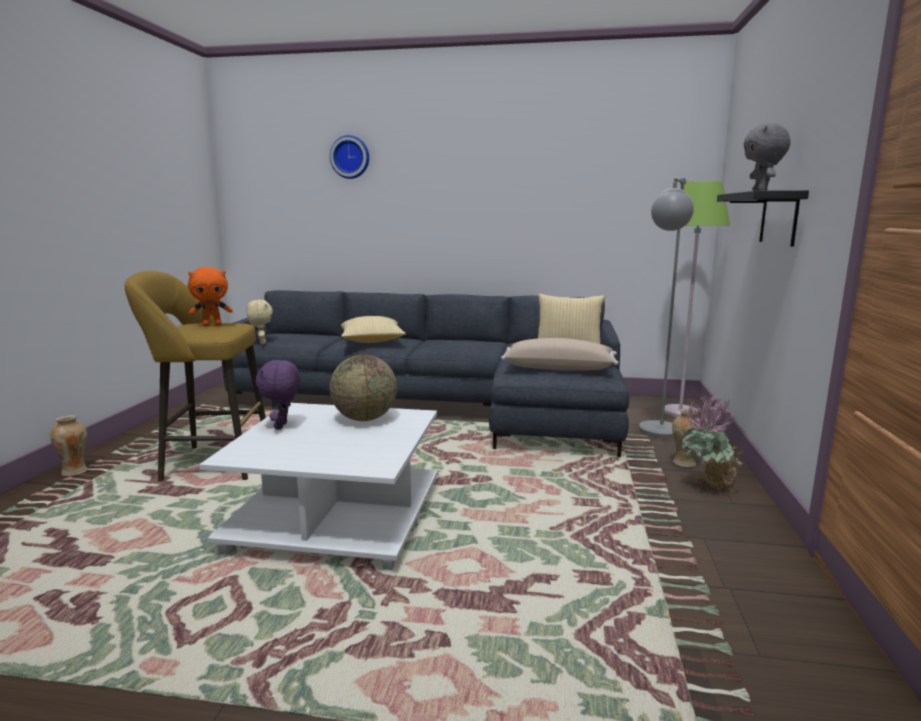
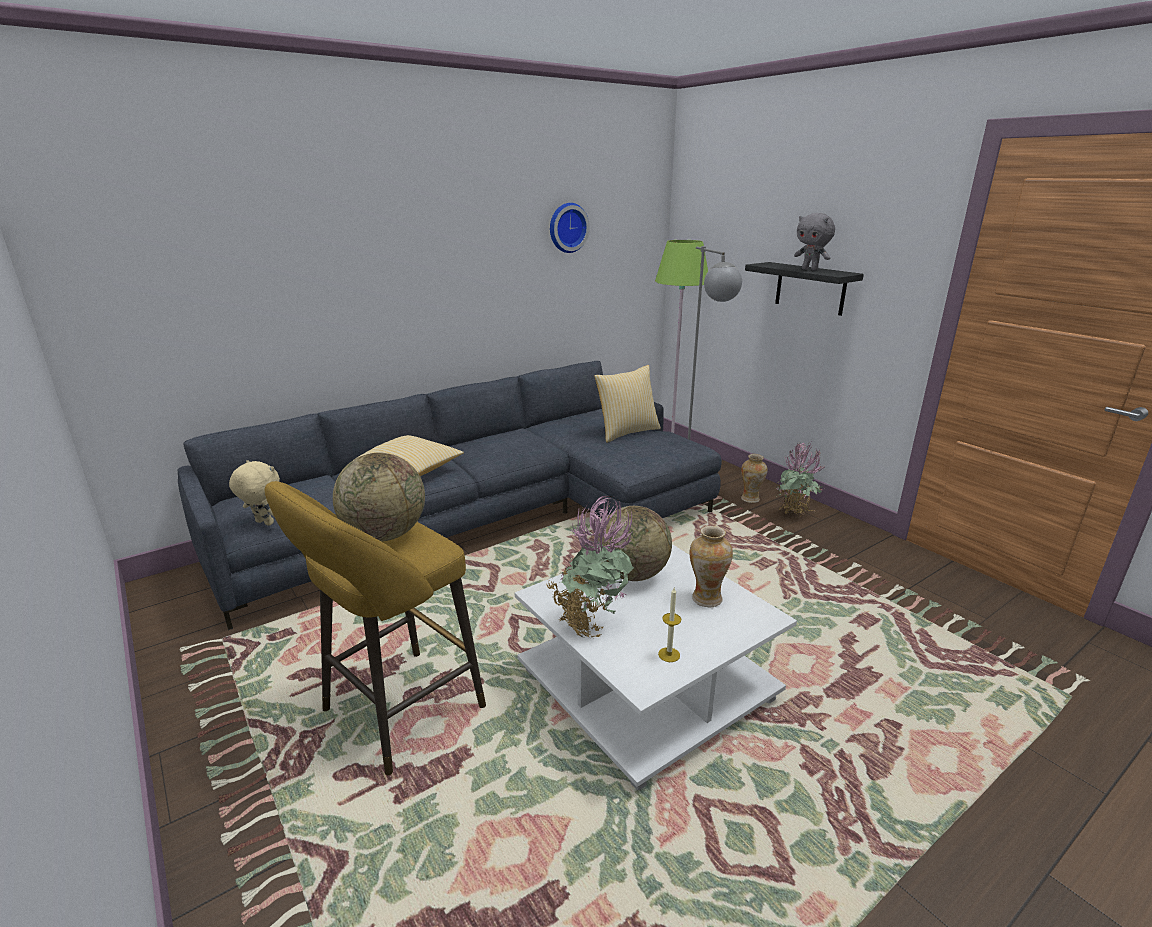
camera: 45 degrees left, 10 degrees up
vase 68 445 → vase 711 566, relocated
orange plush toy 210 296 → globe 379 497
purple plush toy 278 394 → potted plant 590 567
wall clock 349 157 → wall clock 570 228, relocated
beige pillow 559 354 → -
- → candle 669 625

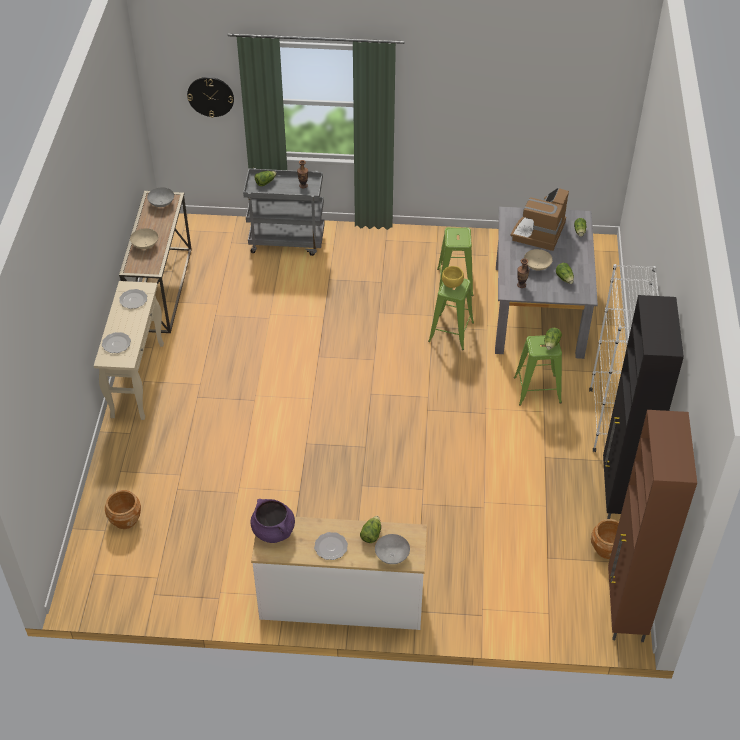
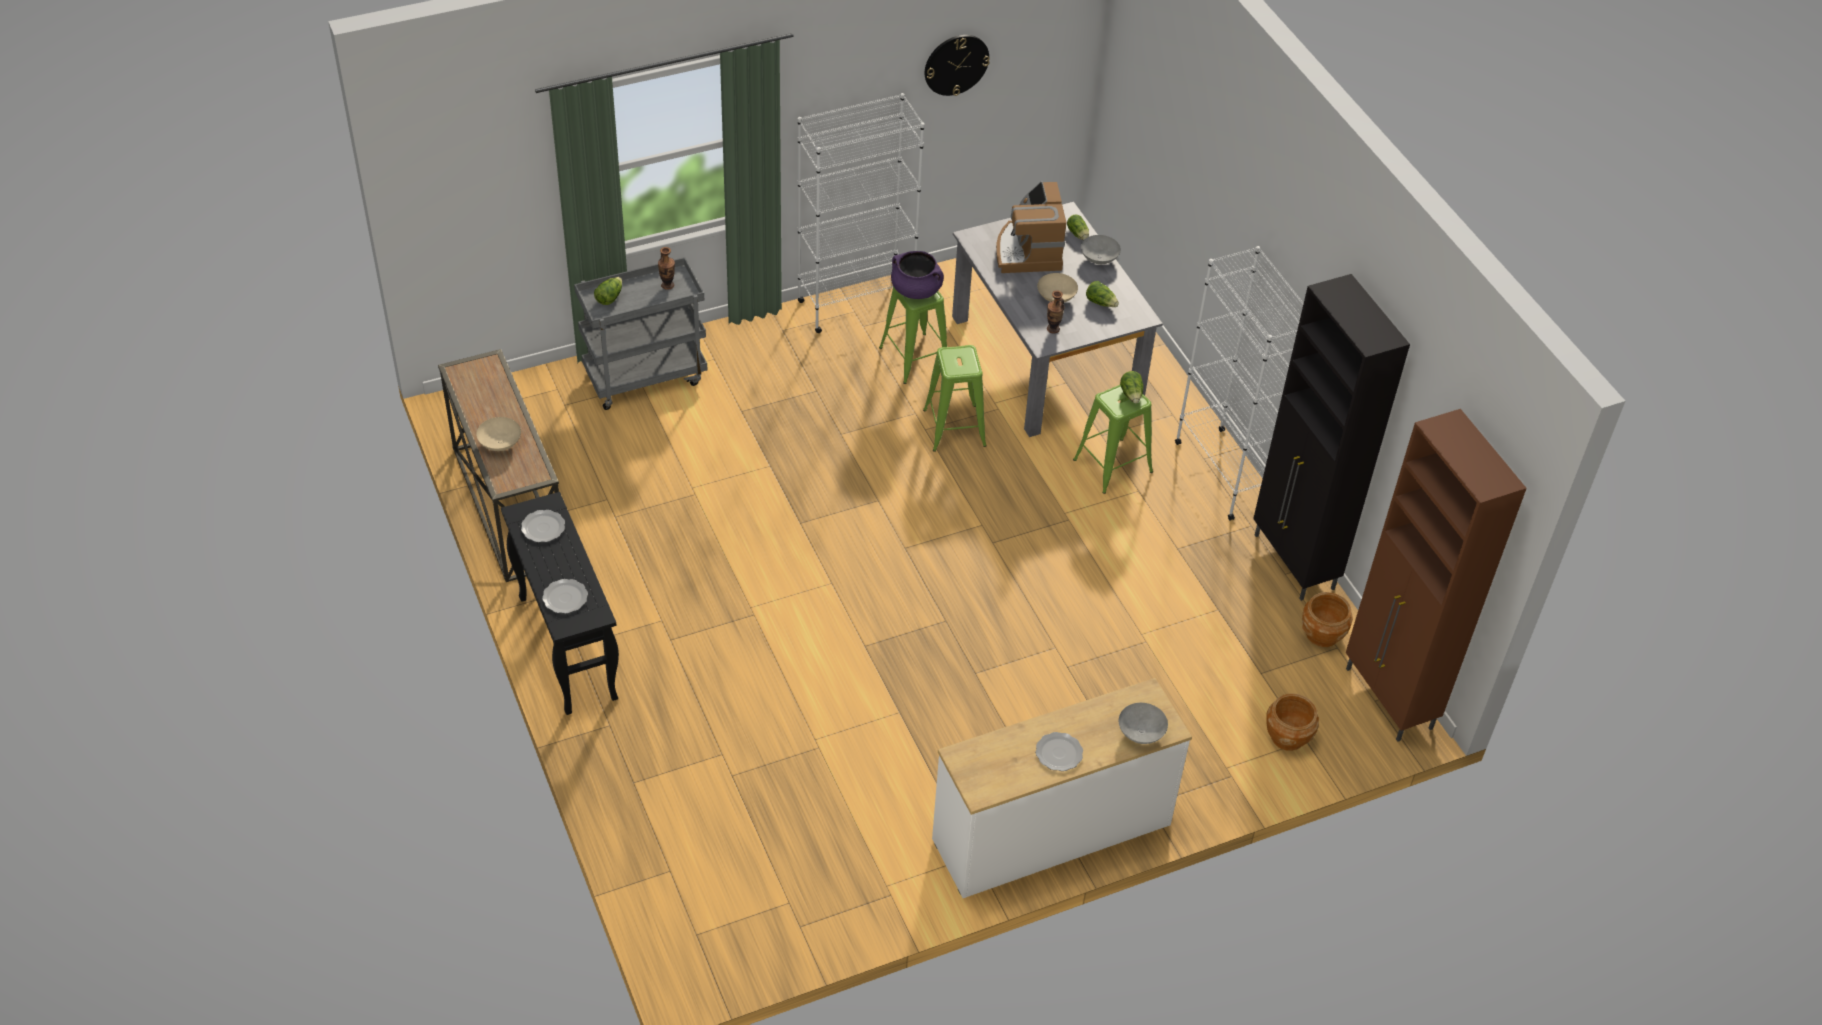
camera: 30 degrees left, 0 degrees up
beige console table 129 350 → black console table 560 603
brown planter 123 509 → brown planter 1292 722, relocated
grey bowl 160 197 → grey bowl 1101 249, relocated
wall clock 210 97 → wall clock 957 65, relocated
purple cooking pot 273 521 → purple cooking pot 917 275, relocated
lettuce 370 529 → -
yellow bowl 453 277 → -
- → white bookcase 861 213

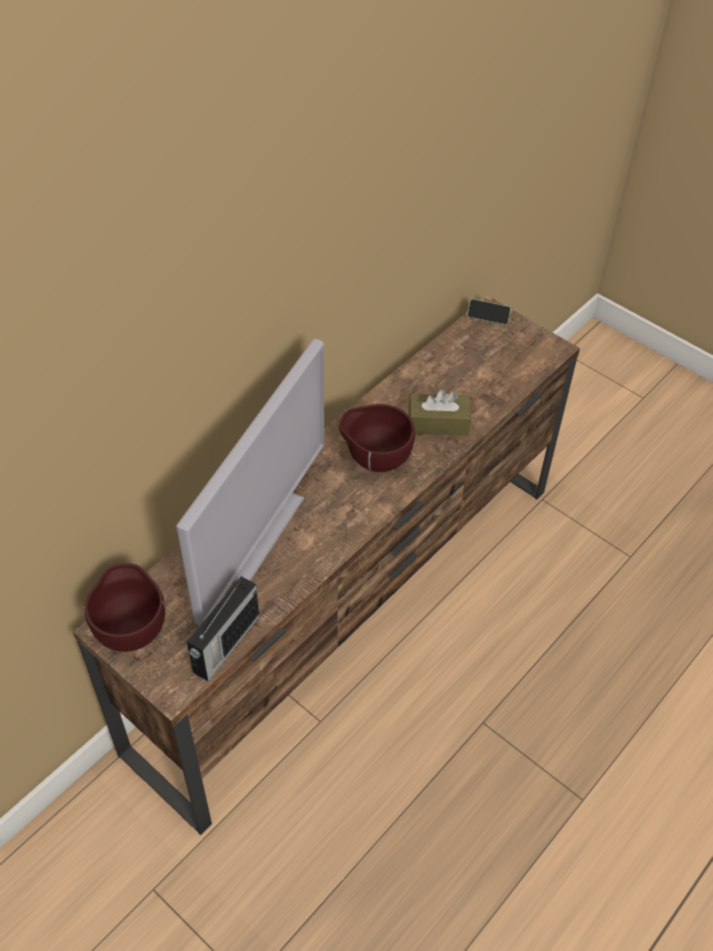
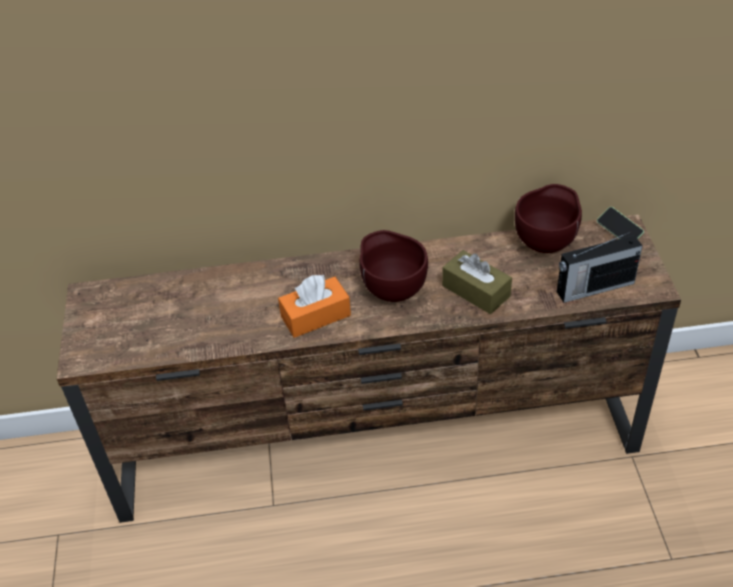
camera: 45 degrees right, 5 degrees down
brown bowl 124 607 → brown bowl 548 218, relocated
television 250 482 → -
radio 223 628 → radio 599 267, relocated
- → orange tissue box 314 306

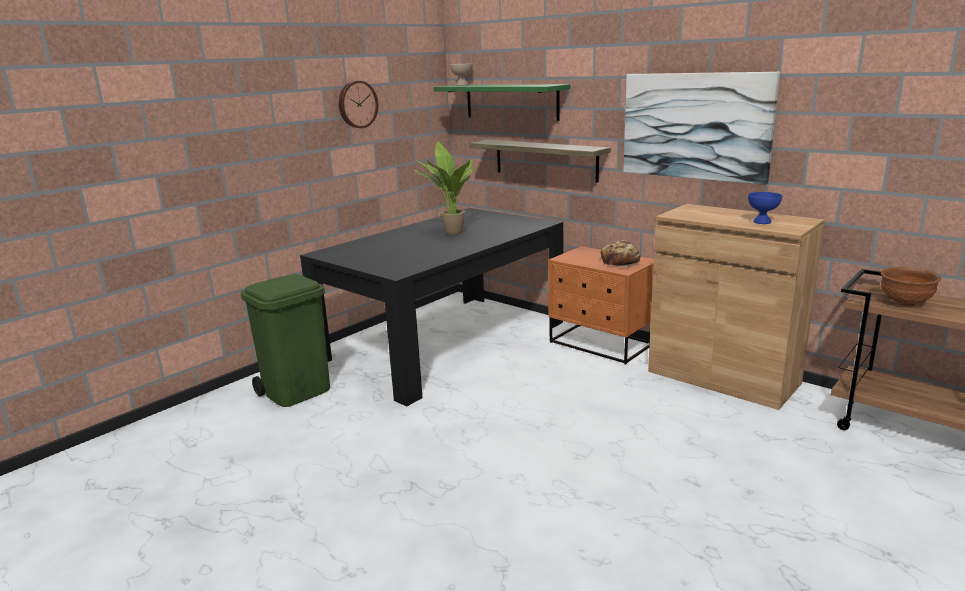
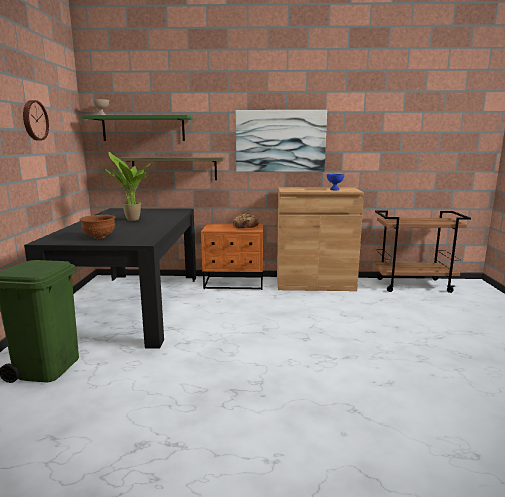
camera: 40 degrees left, 5 degrees down
brown bowl 911 286 → brown bowl 97 227, relocated

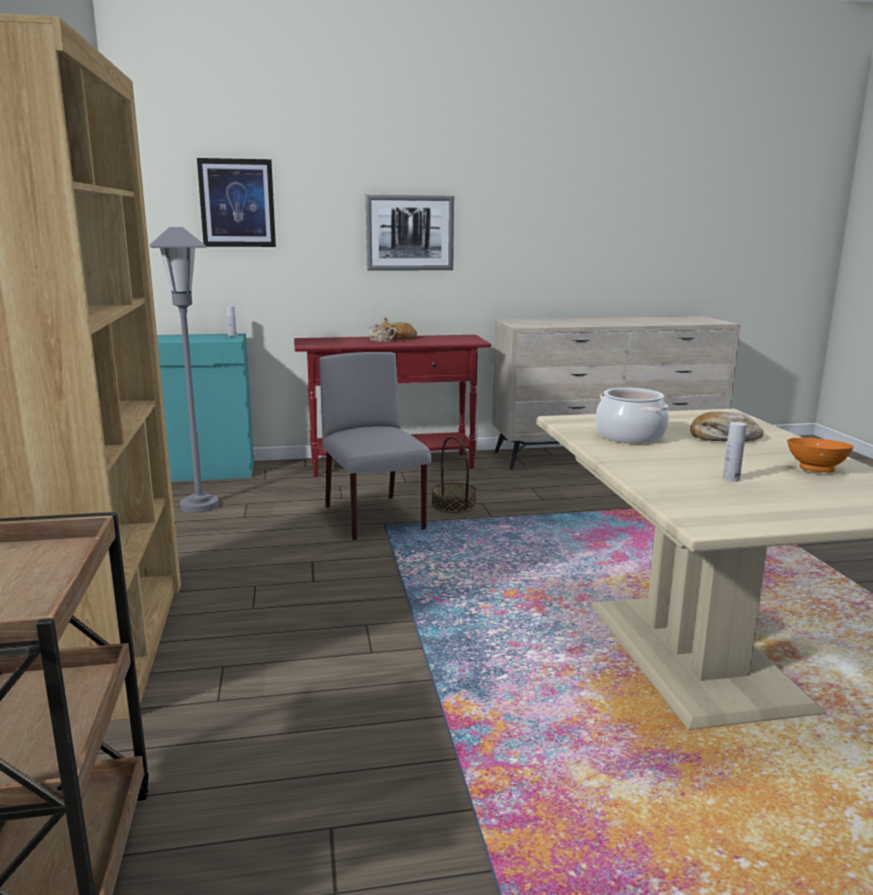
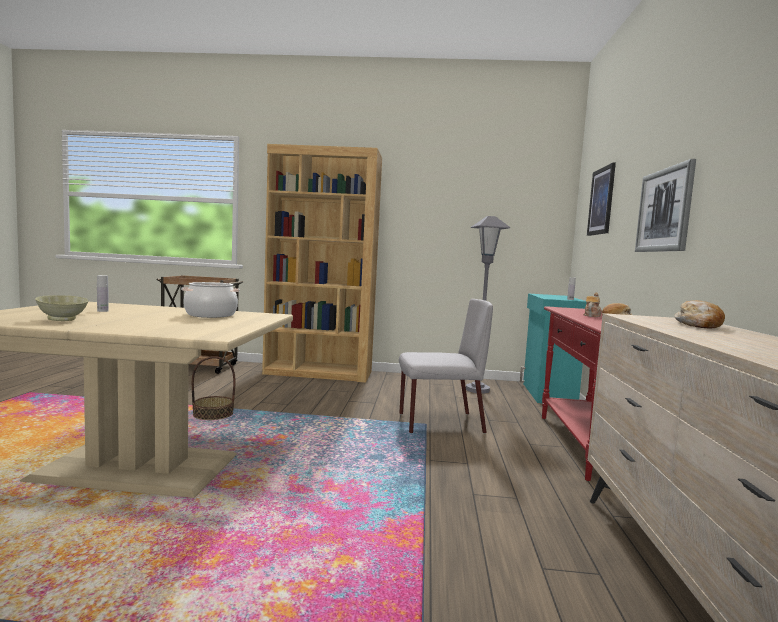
camera: 105 degrees right, 10 degrees down
basket 454 474 → basket 214 388, relocated
bread 727 427 → bread 699 314, relocated
orange bowl 820 455 → beige bowl 61 308

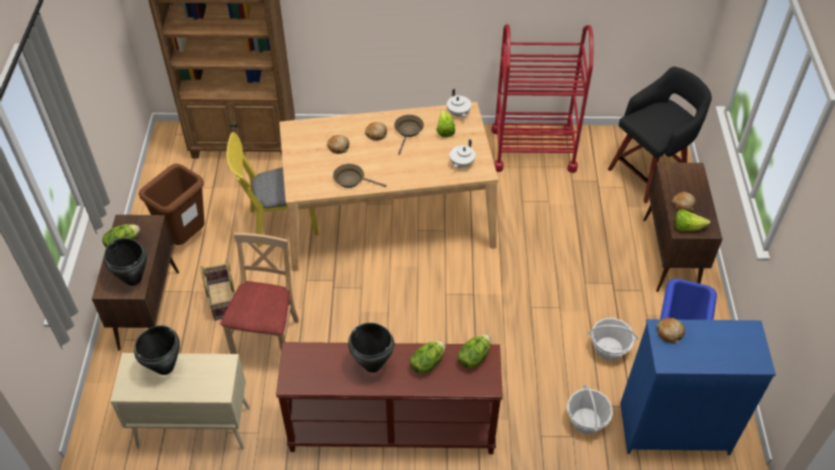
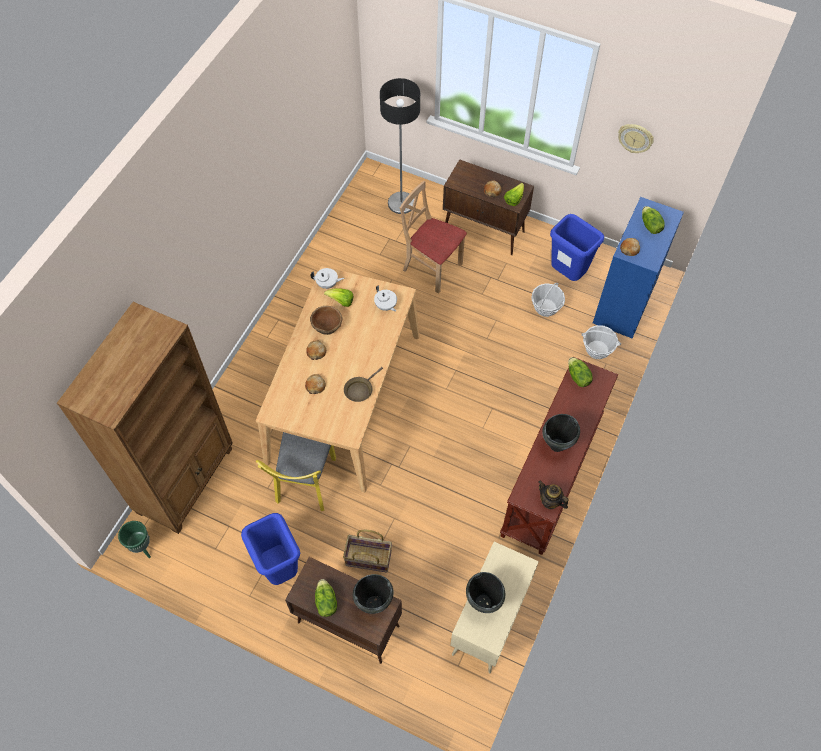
camera: 65 degrees left, 10 degrees up
brown trash can 172 204 → blue trash can 270 549
beige chair 260 293 → beige chair 433 237, relocated
brown frying pan 409 135 → brown bowl 326 320
lettuce 427 357 → lettuce 653 220, relocated
red cart 542 98 → -
black stool 660 135 → floor lamp 400 146
- → green planter 134 539
- → teapot 553 495
- → wall clock 636 138

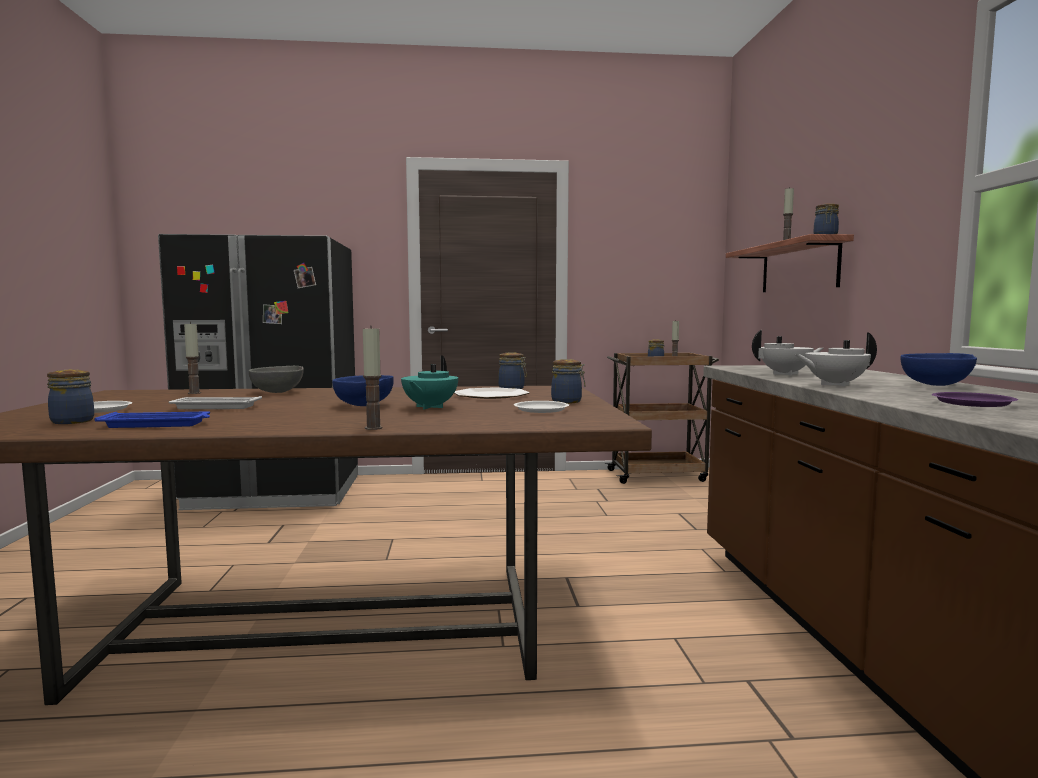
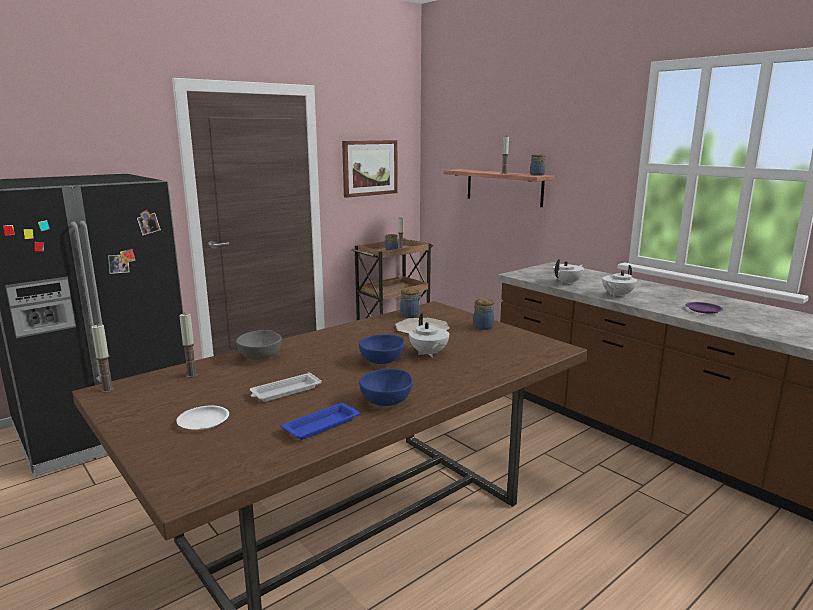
camera: 35 degrees left, 10 degrees up
jar 70 396 → -
candle 372 379 → candle 102 358, relocated
turquoise teapot 429 383 → white teapot 429 335
white plate 541 407 → -
blue bowl 939 369 → blue bowl 386 387, relocated
- → picture 370 169

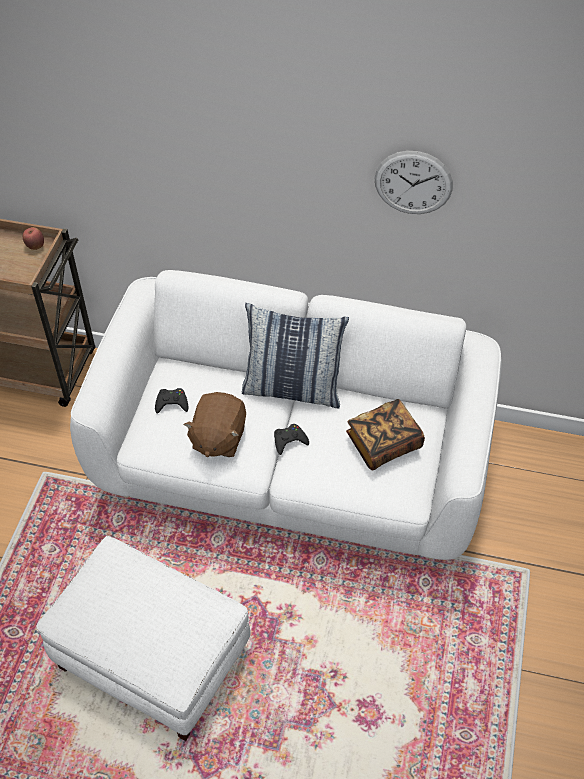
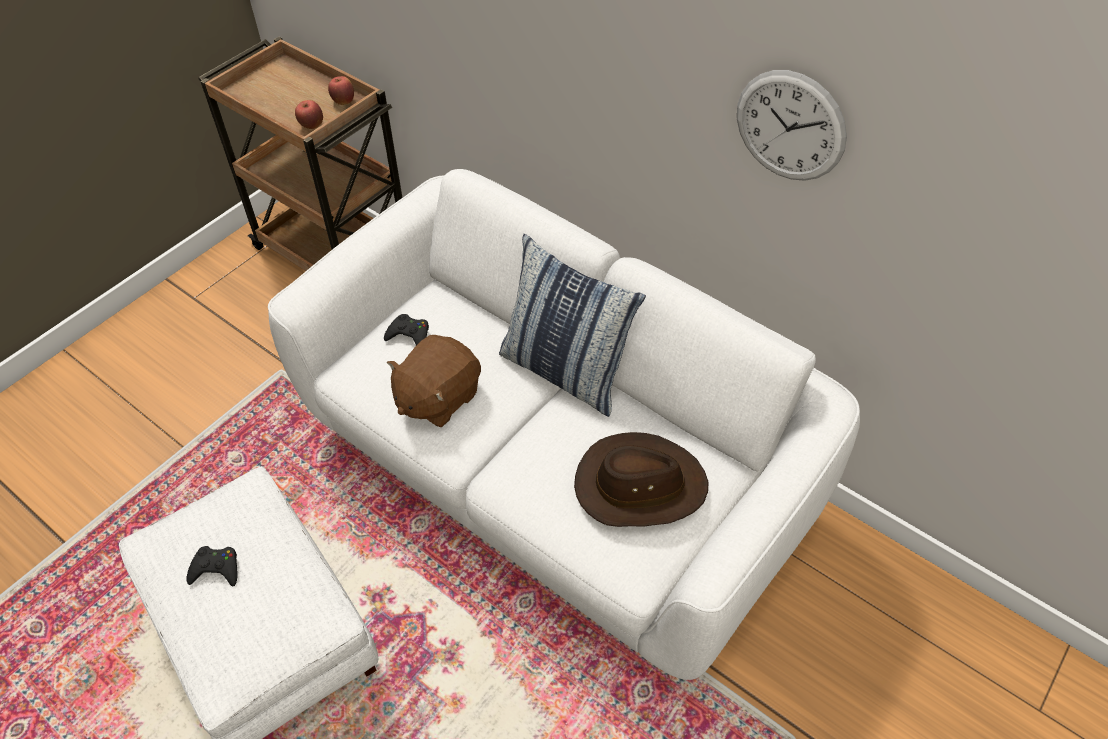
camera: 25 degrees right, 0 degrees up
black game controller 291 439 → black game controller 212 566, relocated
book 385 434 → brown hat 641 479
- → apple 309 114

